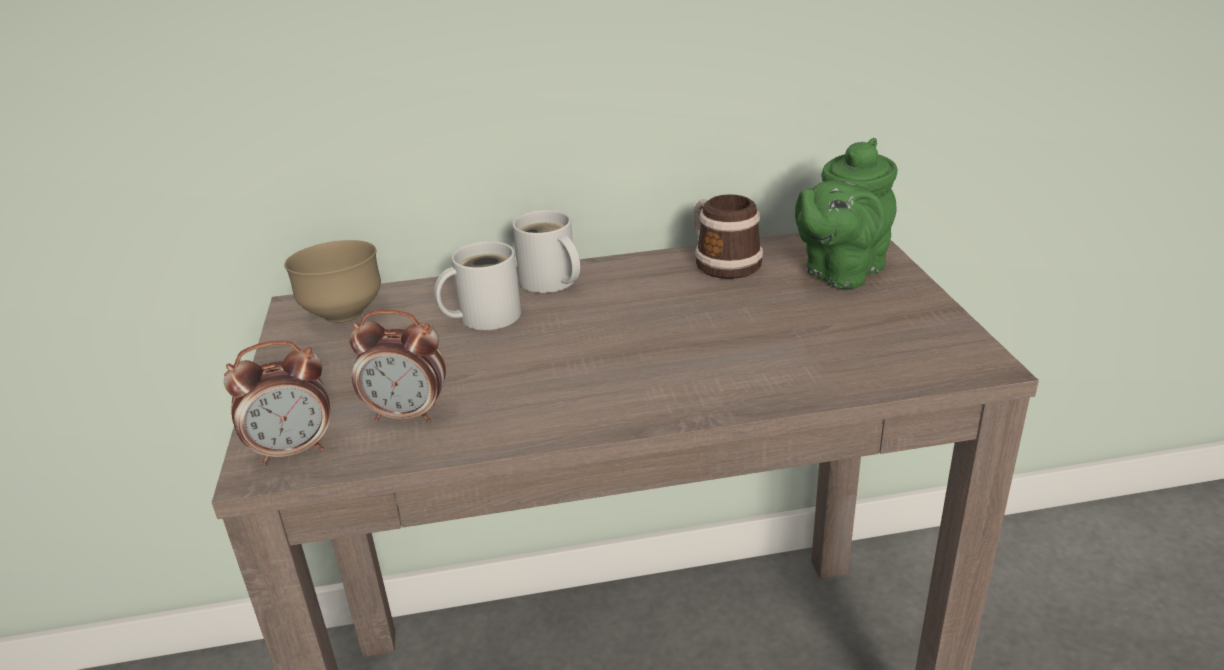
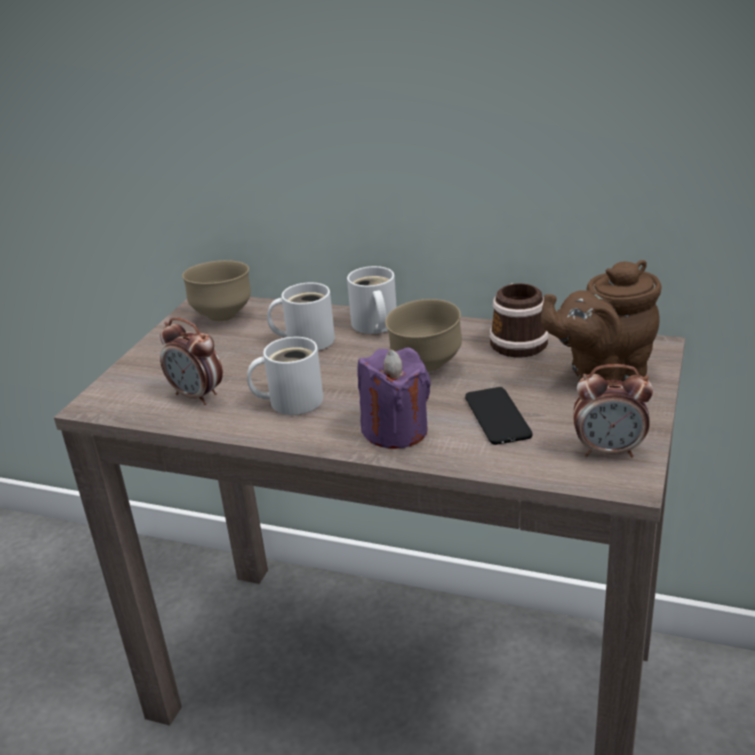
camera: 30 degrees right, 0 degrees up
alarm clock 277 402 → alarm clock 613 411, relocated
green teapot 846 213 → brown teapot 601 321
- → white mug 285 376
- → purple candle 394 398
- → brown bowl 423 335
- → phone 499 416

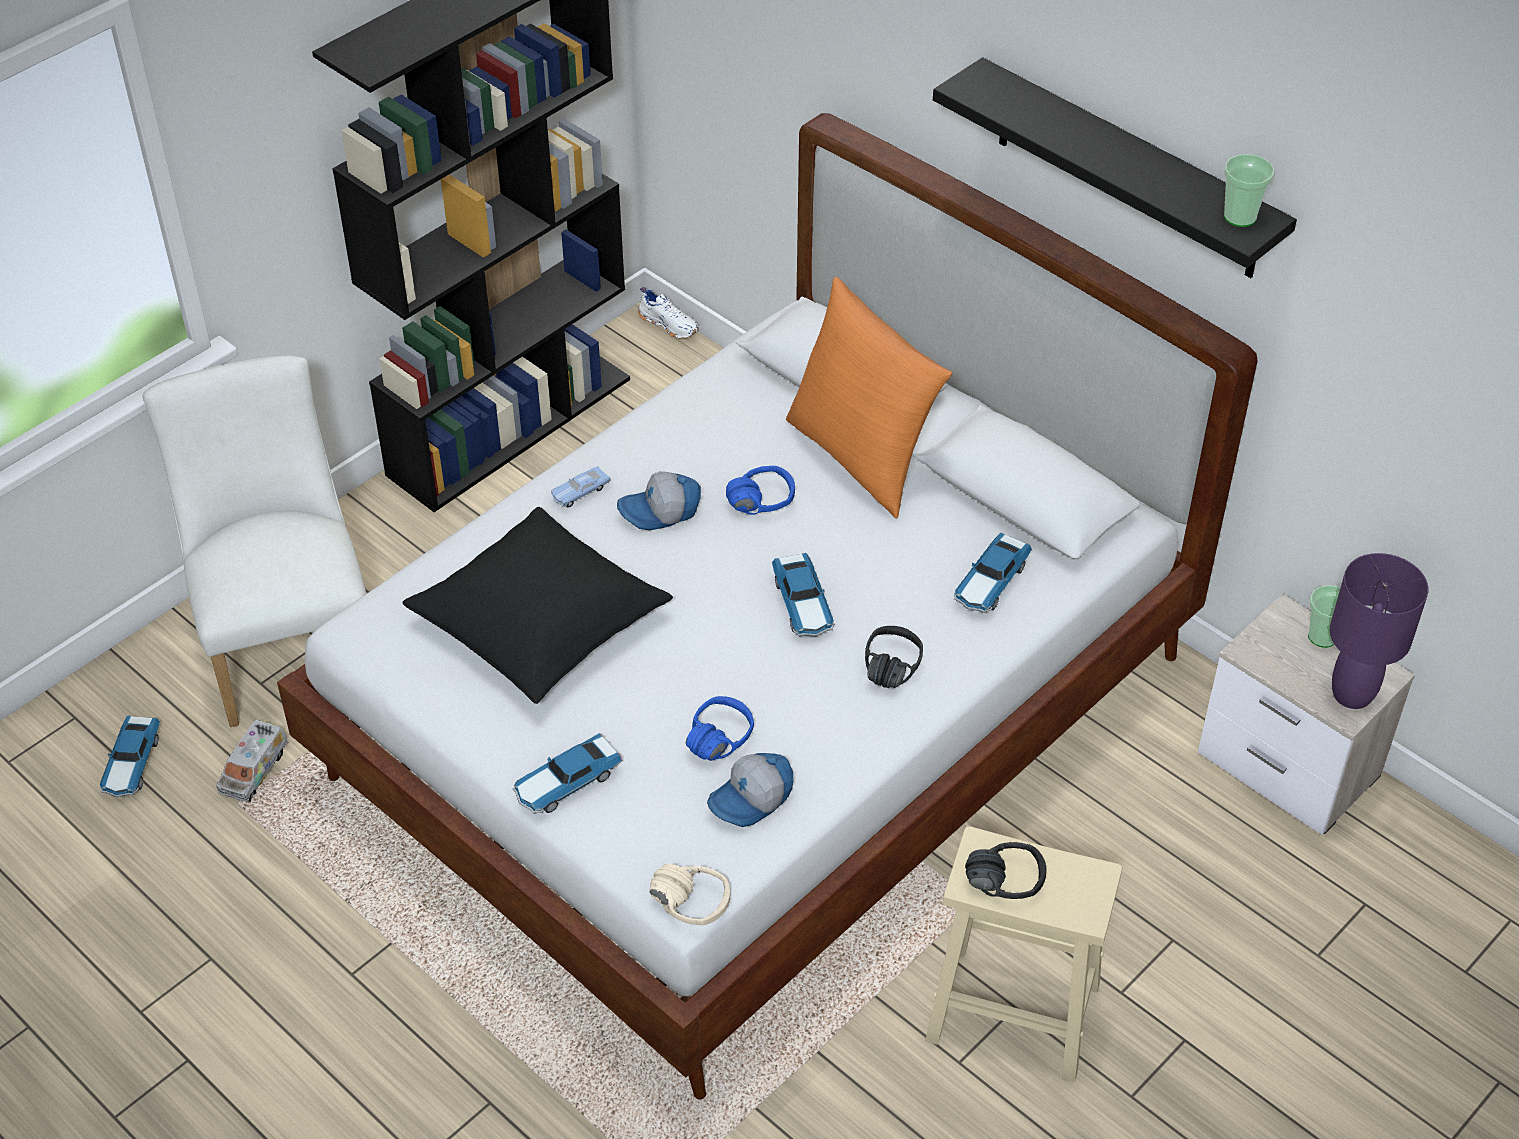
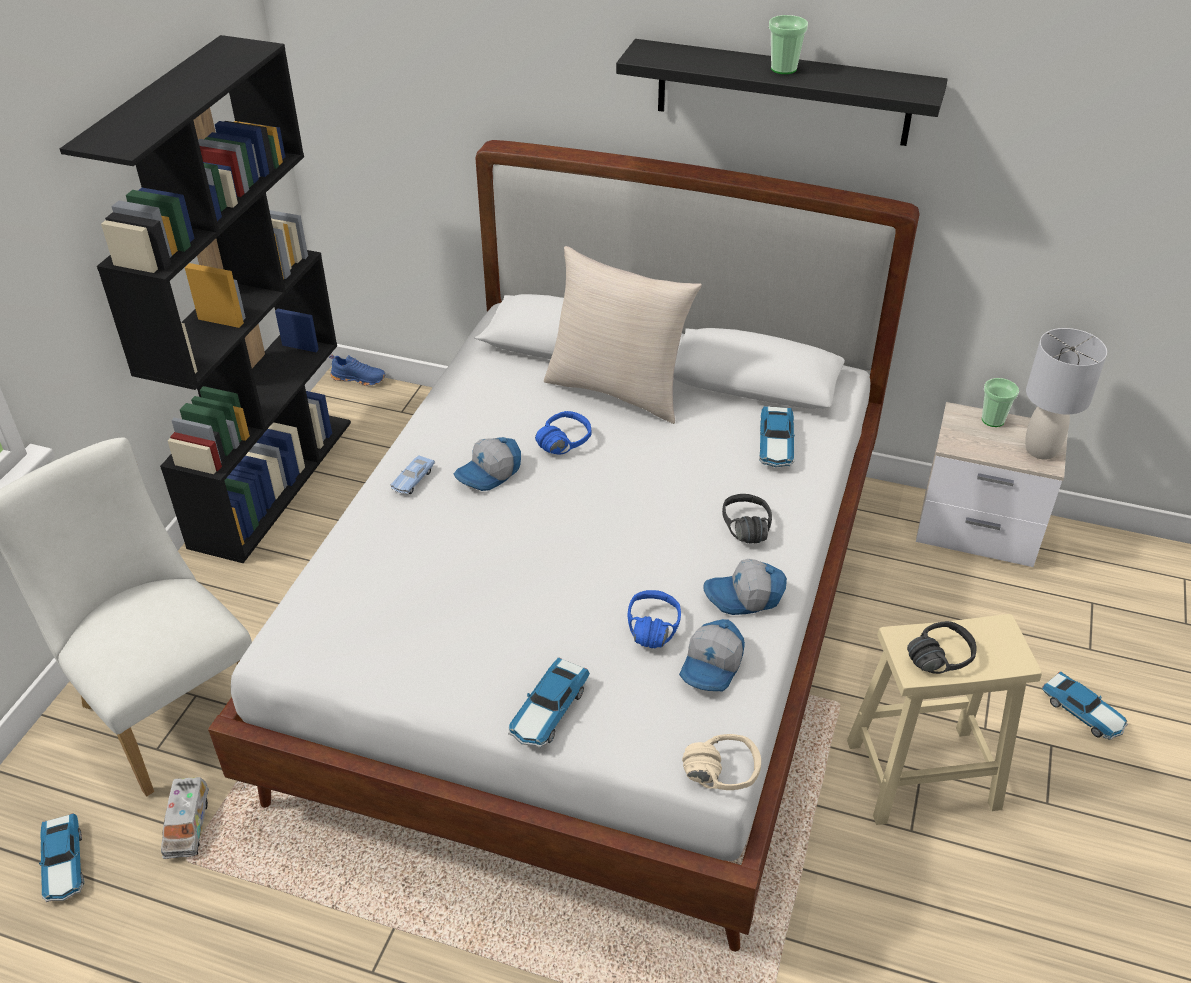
camera: 25 degrees left, 5 degrees down
black pillow 537 605 → -
white shoe 668 312 → blue shoe 357 370
toy car 803 594 → toy car 1085 705, relocated
orange pillow 869 398 → beige pillow 623 335
cup 1249 190 → cup 788 44, relocated
purple table lamp 1378 631 → grey table lamp 1066 394
- → cap 745 587

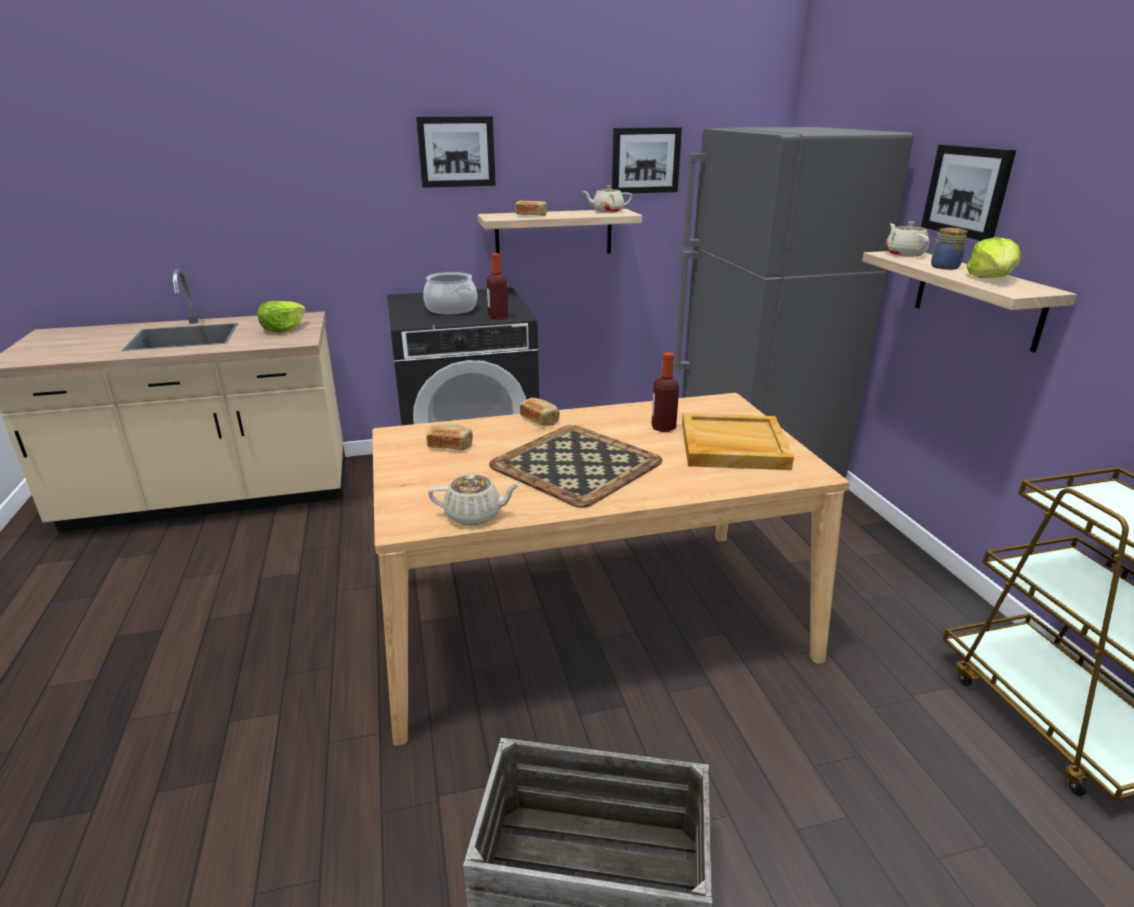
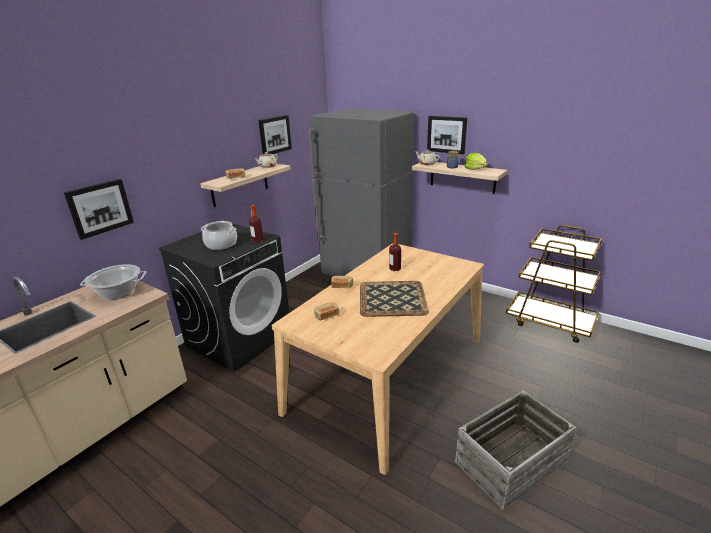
camera: 40 degrees left, 0 degrees up
lettuce 281 317 → cooking pot 113 281
picture 456 152 → picture 99 209, relocated
beige teapot 474 499 → -
beige tray 738 441 → -

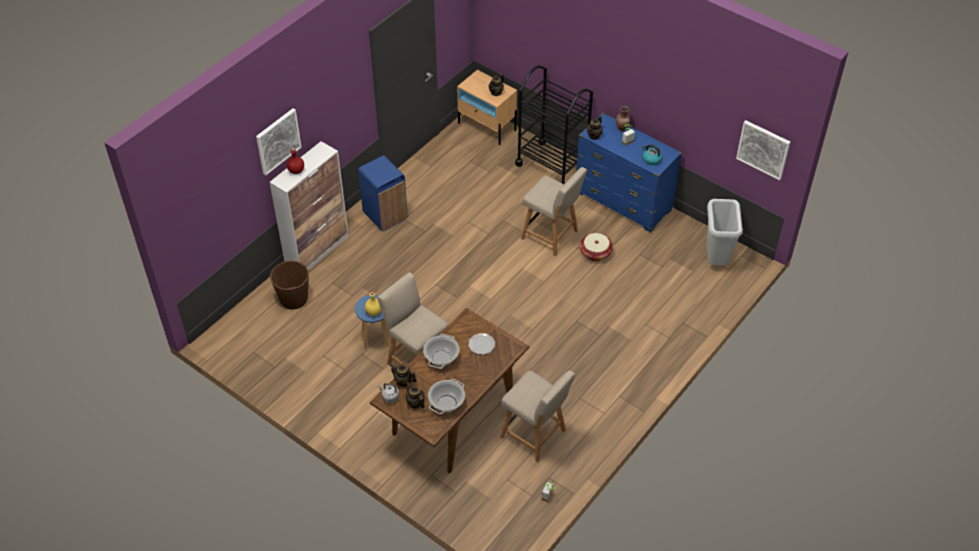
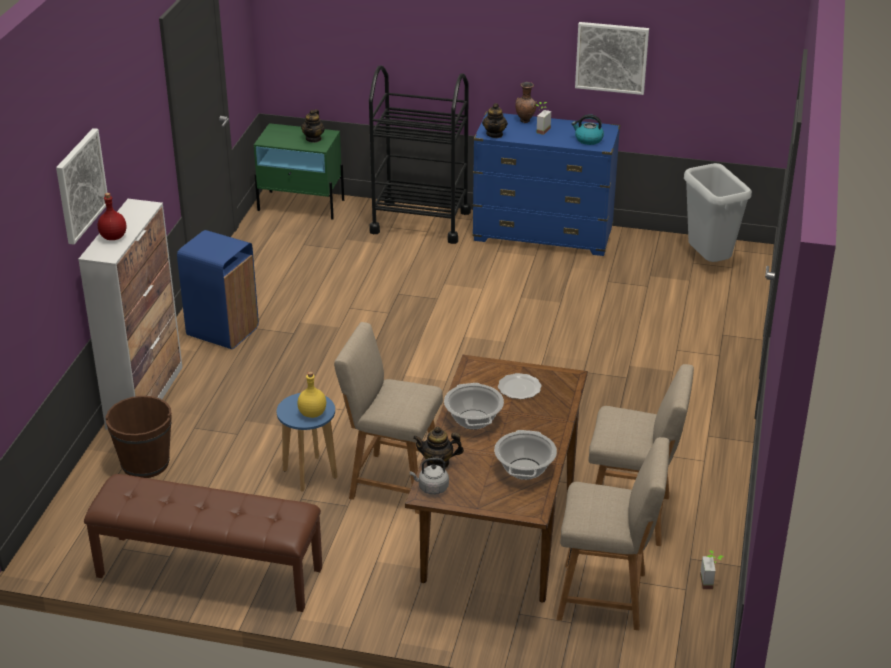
camera: 25 degrees left, 15 degrees down
teapot 415 395 → -
beige nightstand 487 107 → green nightstand 299 171
beige chair 554 211 → beige chair 613 533, relocated
basket 596 247 → -
picture 763 150 → picture 612 58, relocated
- → brown bench 203 543

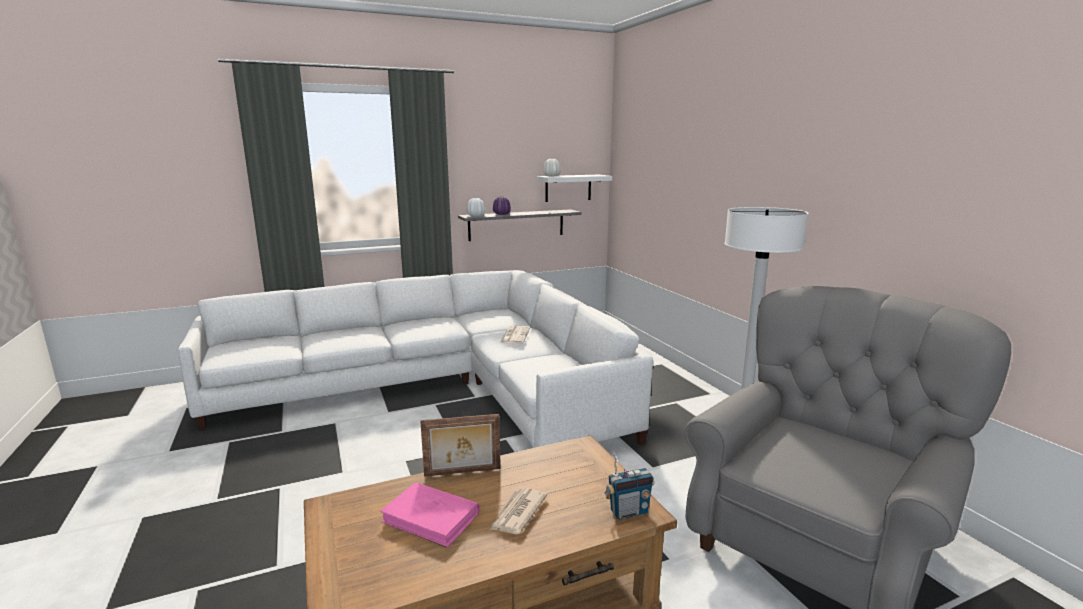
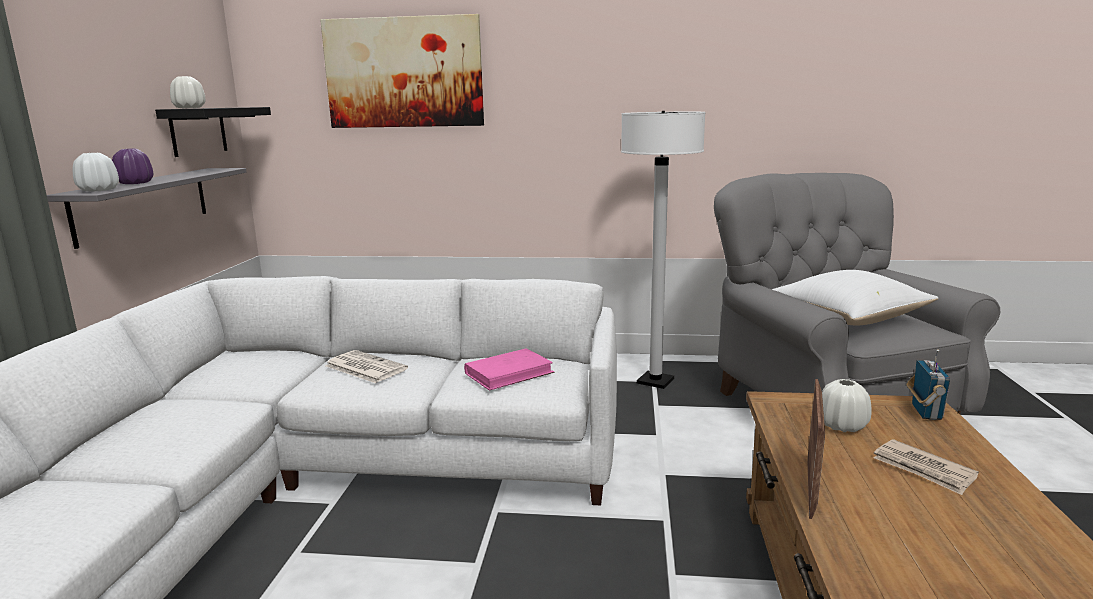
camera: 60 degrees left, 0 degrees up
pink book 430 515 → pink book 509 369, relocated
white shelf 574 188 → black shelf 213 132
- → picture 402 71
- → white pillow 855 298
- → white vase 847 405

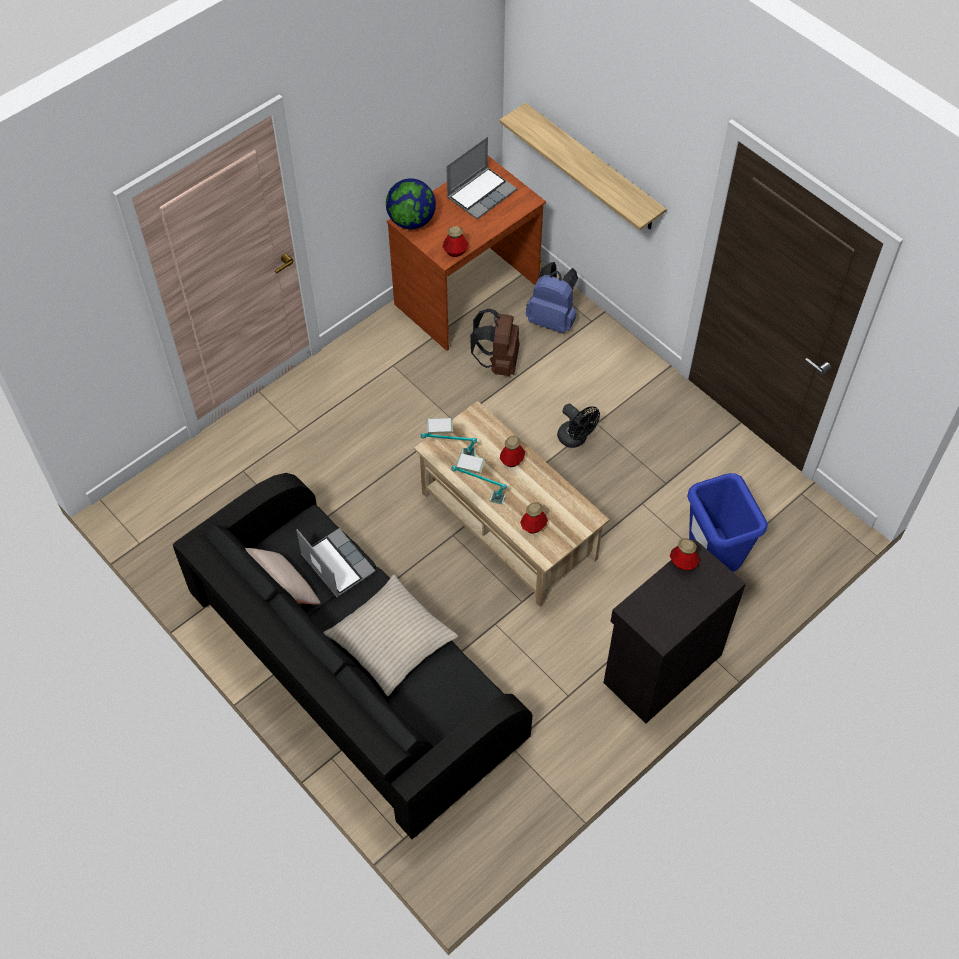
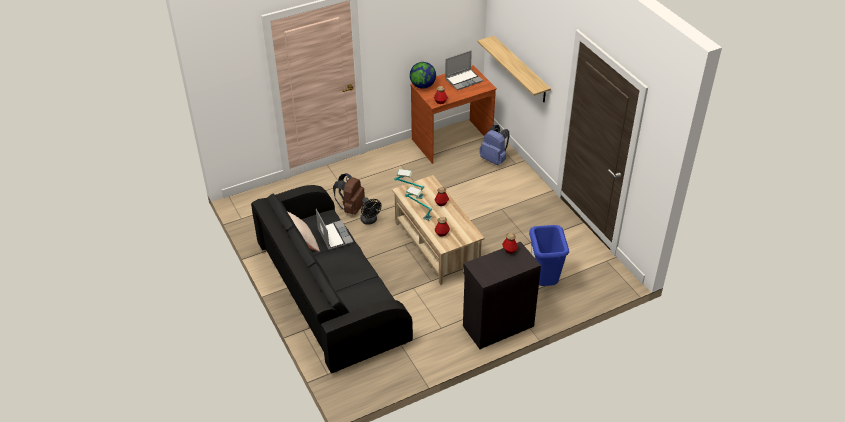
camera: 15 degrees right, 15 degrees down
beige pillow 391 635 → -
brown backpack 495 342 → brown backpack 349 194, relocated
black fan 578 425 → black fan 371 211, relocated

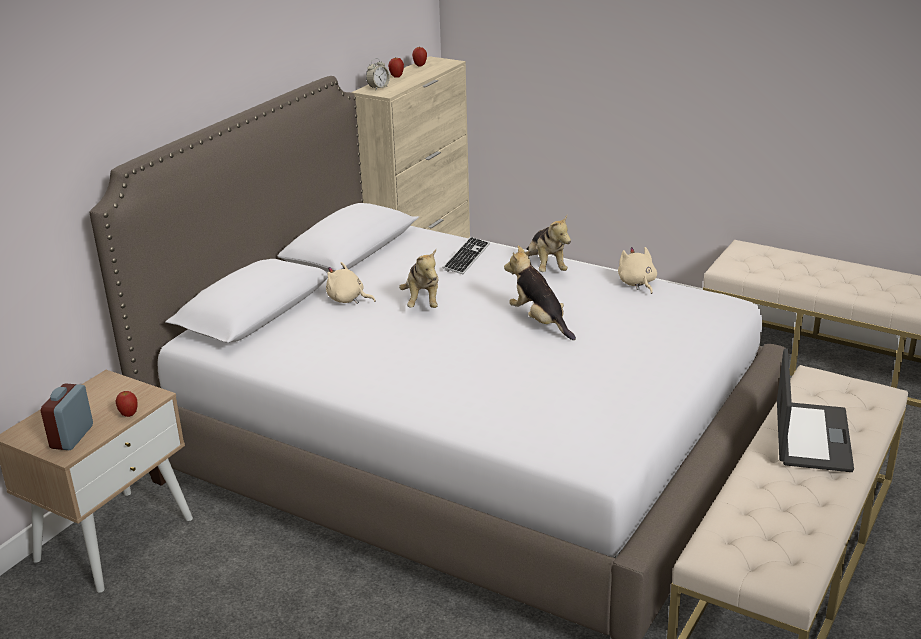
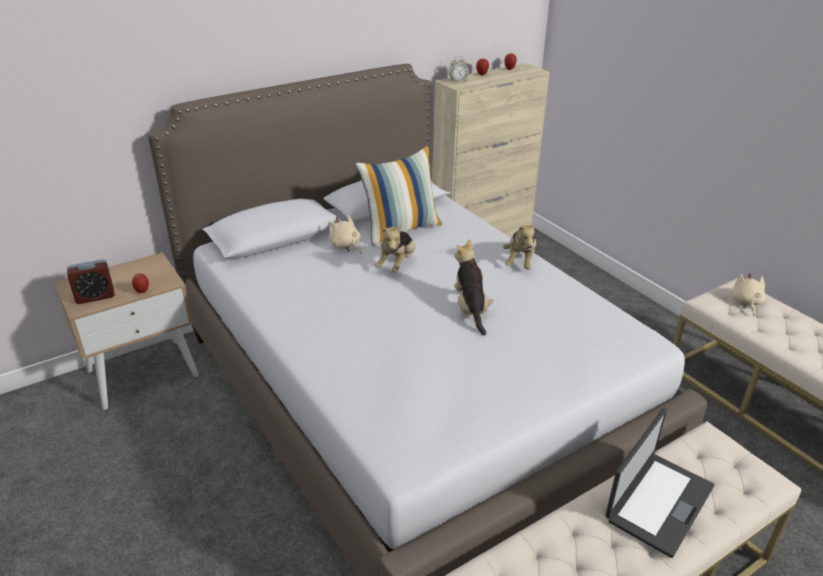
camera: 25 degrees right, 5 degrees up
alarm clock 67 416 → alarm clock 91 281, 150 degrees counterclockwise
keyboard 466 255 → -
beige plush toy 637 270 → beige plush toy 749 294, relocated
- → pillow 399 195

